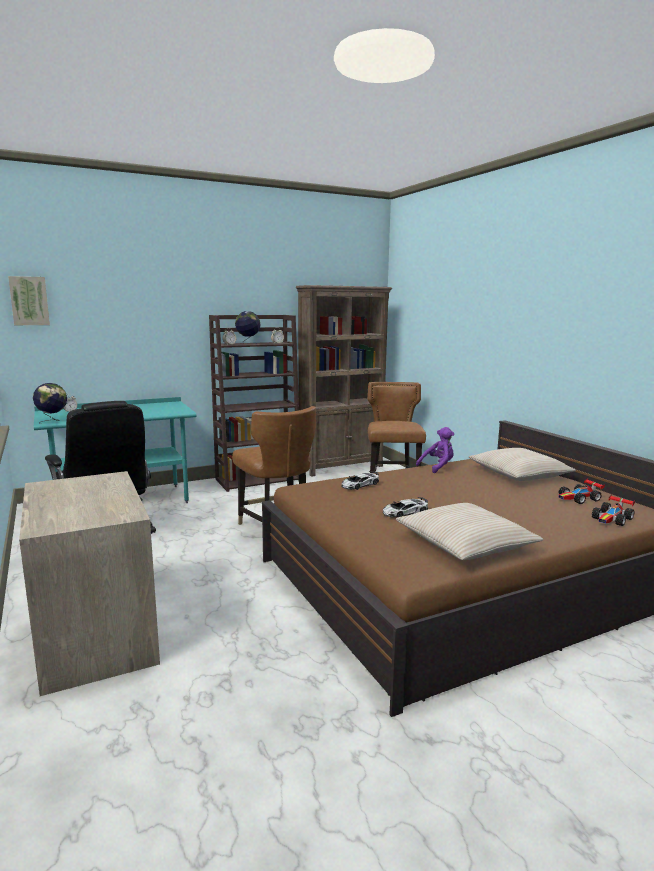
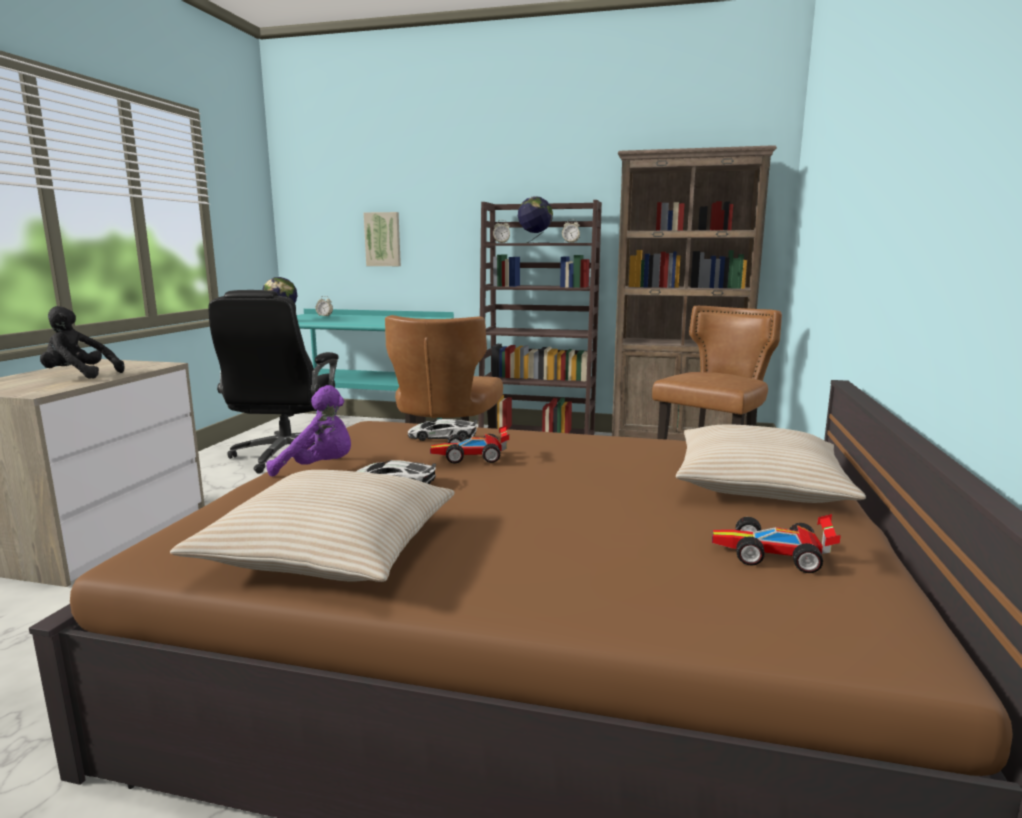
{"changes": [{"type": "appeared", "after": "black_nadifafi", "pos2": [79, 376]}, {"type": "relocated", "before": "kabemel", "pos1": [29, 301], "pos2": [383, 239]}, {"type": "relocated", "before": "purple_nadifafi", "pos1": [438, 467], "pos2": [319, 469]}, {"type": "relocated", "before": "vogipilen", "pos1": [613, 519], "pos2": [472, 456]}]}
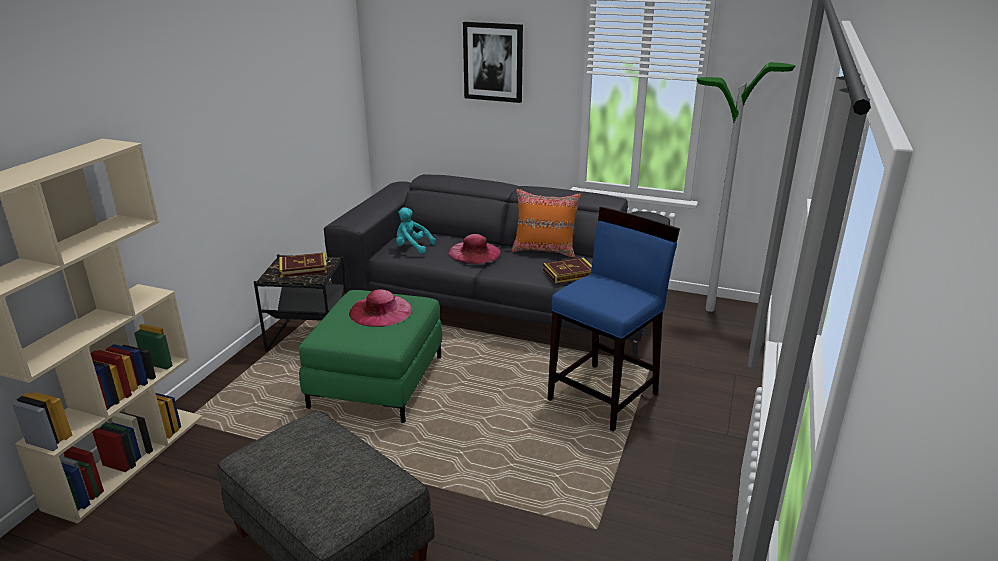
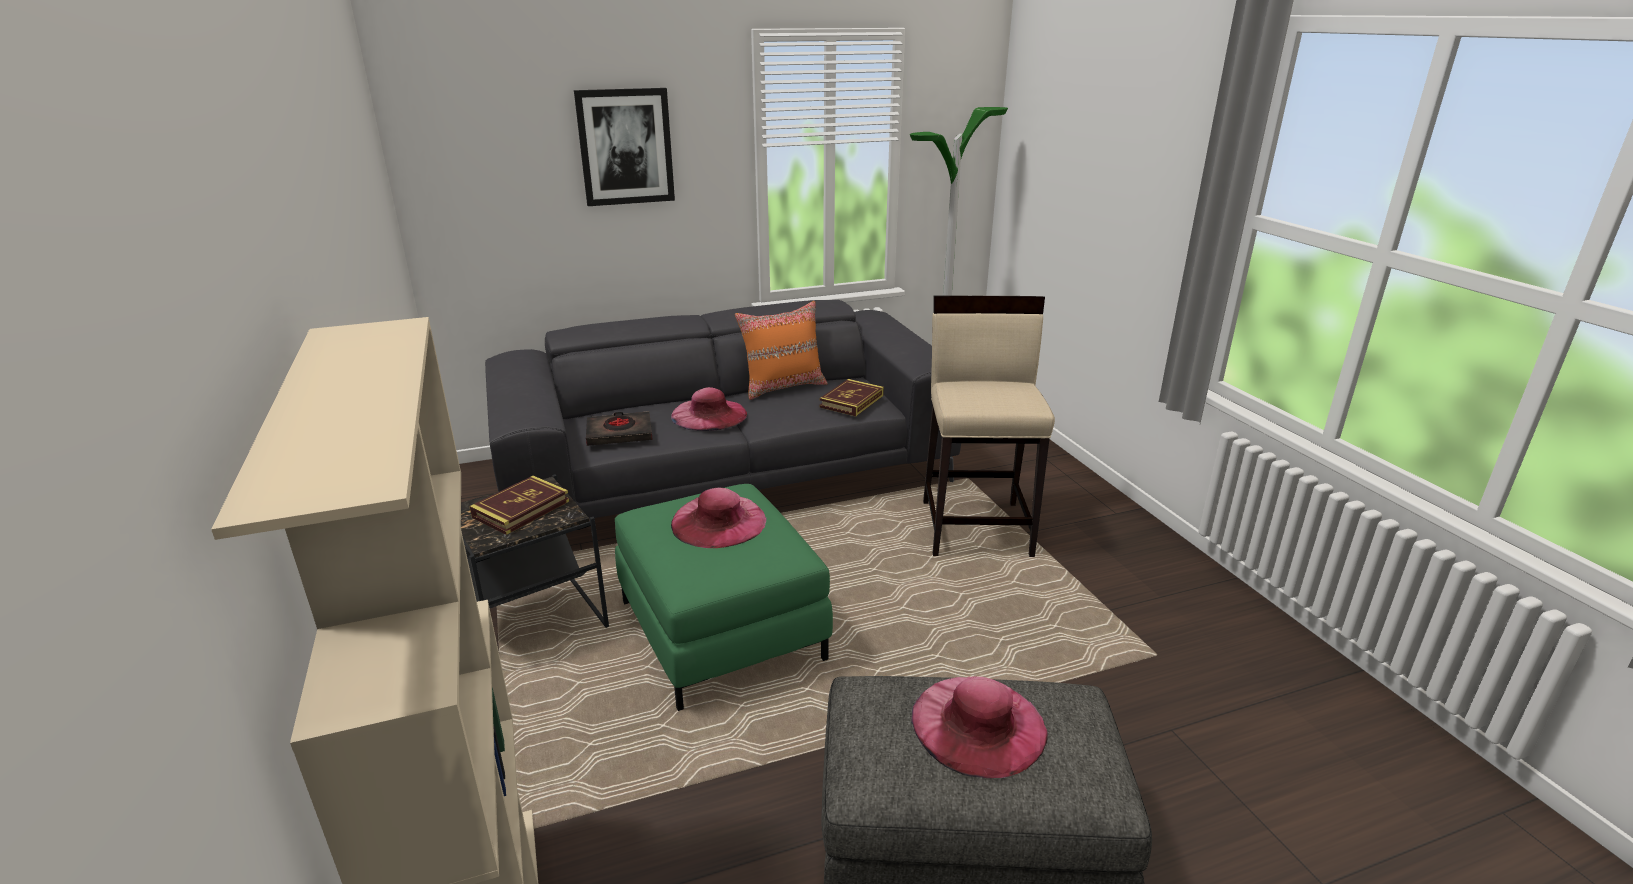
{"changes": [{"type": "appeared", "after": "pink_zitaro", "pos2": [978, 724]}, {"type": "exchanged", "before": "turquoise_nadifafi", "after": "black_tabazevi", "pos1": [412, 247], "pos2": [619, 433]}, {"type": "colour", "before": "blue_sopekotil", "after": "beige_sopekotil", "pos1": [604, 396], "pos2": [976, 528]}]}
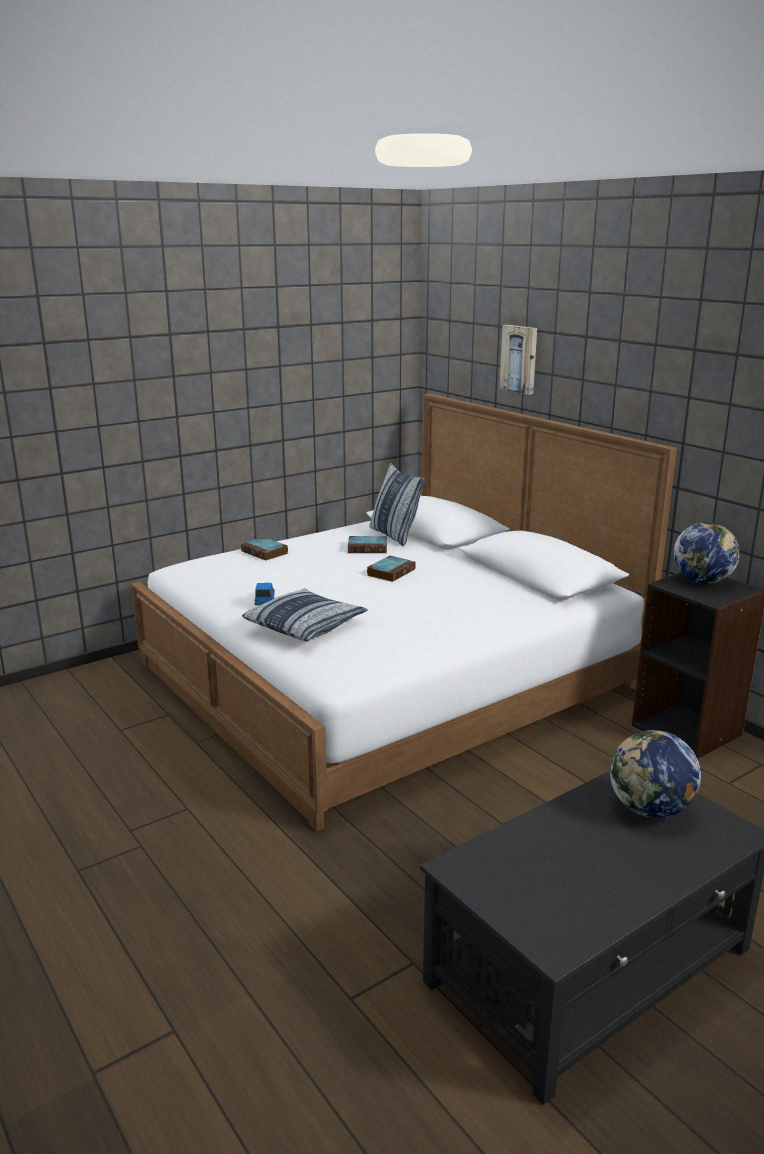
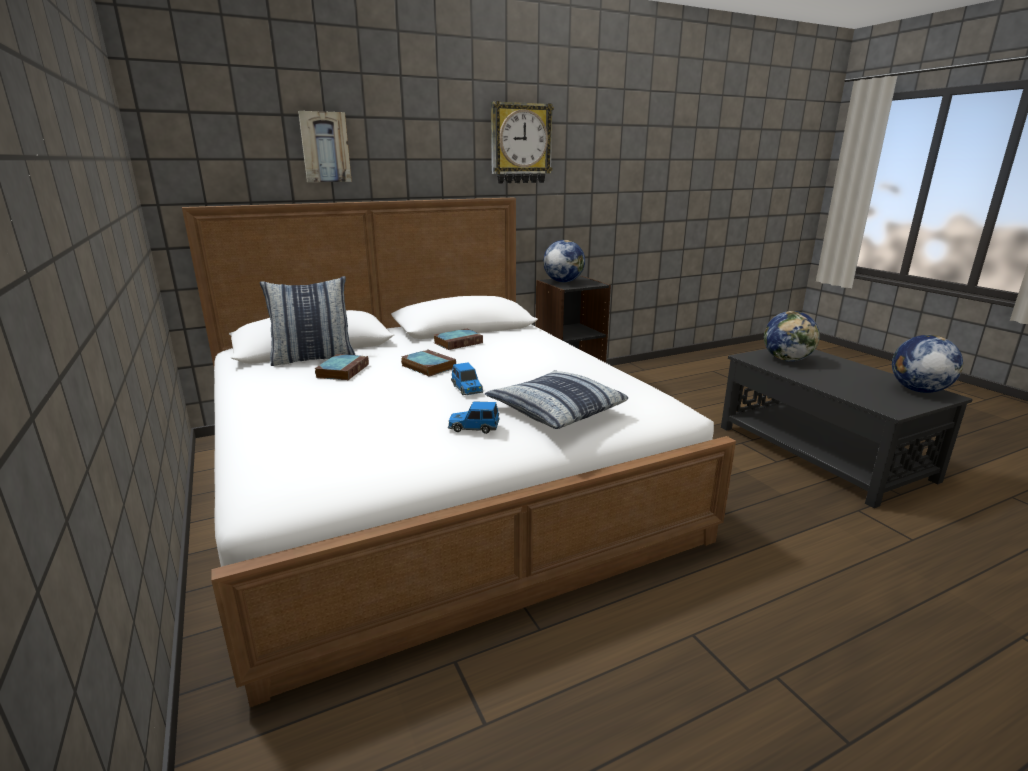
{"changes": [{"type": "appeared", "after": "vogipilen", "pos2": [467, 389]}, {"type": "appeared", "after": "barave", "pos2": [520, 143]}, {"type": "appeared", "after": "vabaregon", "pos2": [918, 390]}, {"type": "relocated", "before": "tabazevi", "pos1": [265, 552], "pos2": [458, 342]}]}
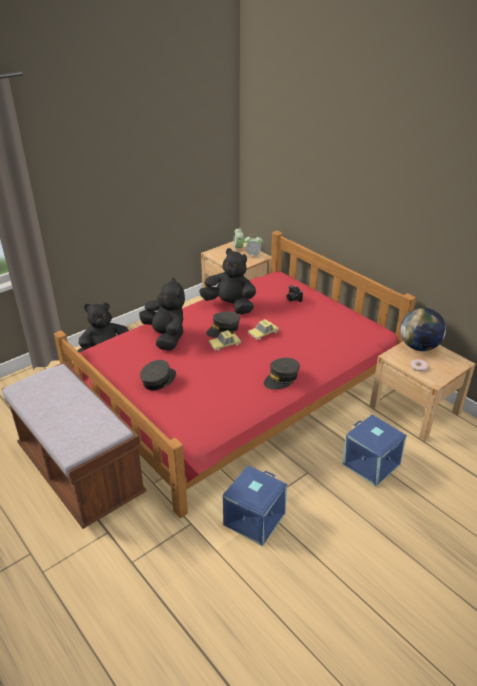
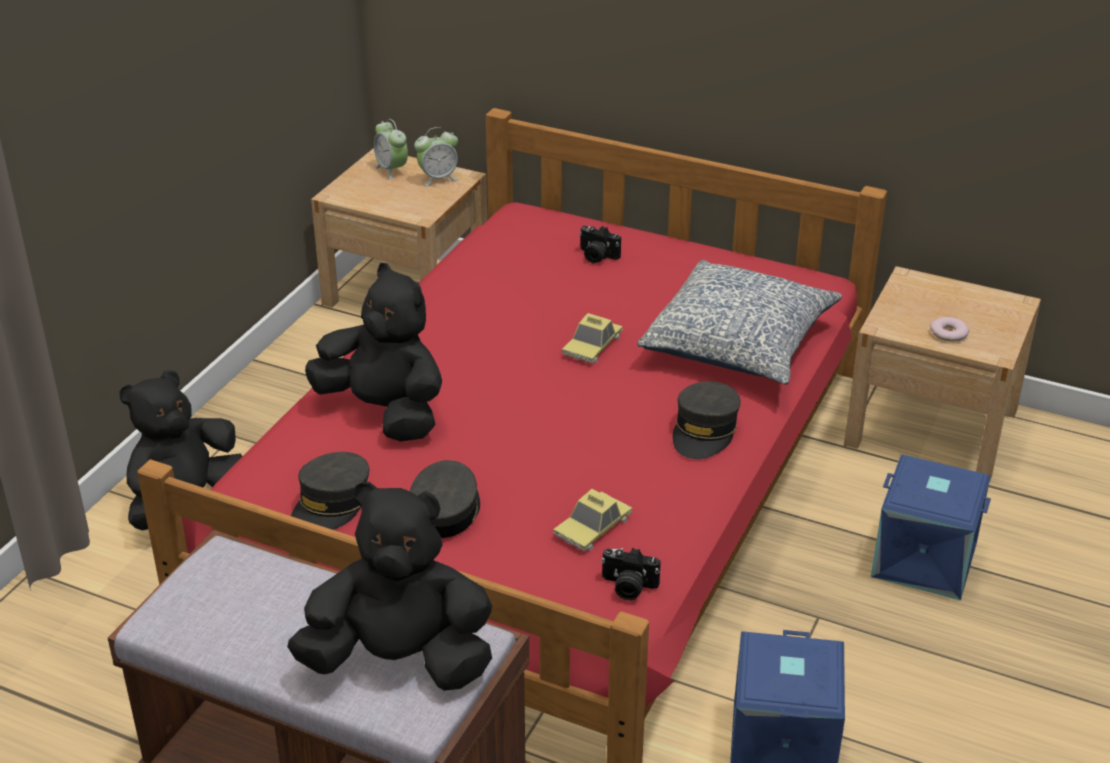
{"changes": [{"type": "missing", "before": "vabaregon", "pos1": [419, 347]}, {"type": "appeared", "after": "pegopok", "pos2": [628, 587]}, {"type": "appeared", "after": "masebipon", "pos2": [738, 343]}, {"type": "relocated", "before": "black_nadifafi", "pos1": [230, 305], "pos2": [400, 661]}, {"type": "relocated", "before": "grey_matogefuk", "pos1": [223, 329], "pos2": [331, 505]}, {"type": "relocated", "before": "vogipilen", "pos1": [225, 344], "pos2": [592, 527]}]}
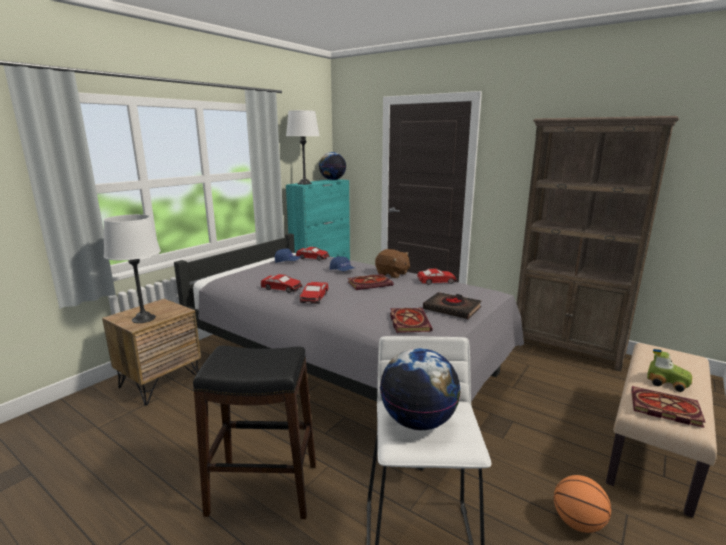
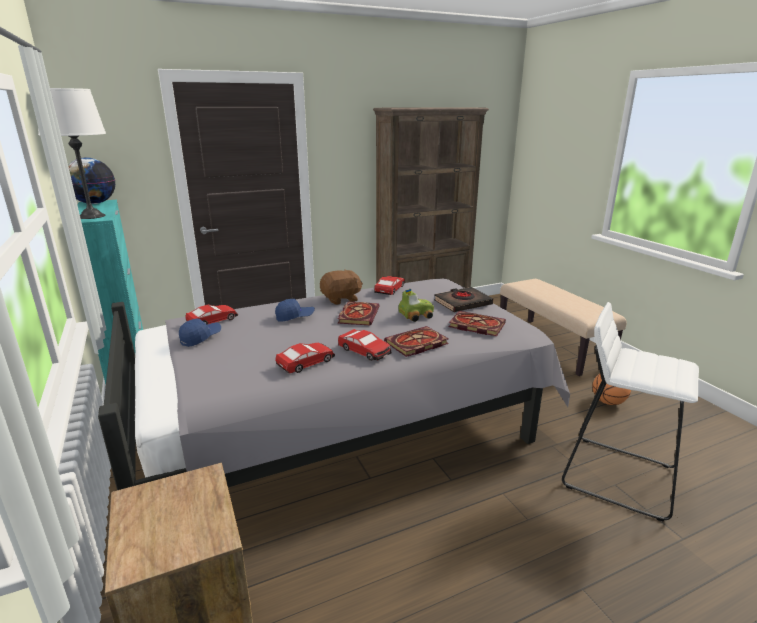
{"changes": [{"type": "missing", "before": "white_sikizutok", "pos1": [144, 319]}, {"type": "missing", "before": "black_sopekotil", "pos1": [263, 489]}, {"type": "missing", "before": "vabaregon", "pos1": [418, 421]}, {"type": "relocated", "before": "tabazevi", "pos1": [663, 408], "pos2": [416, 344]}, {"type": "relocated", "before": "vogipilen", "pos1": [666, 382], "pos2": [415, 316]}]}
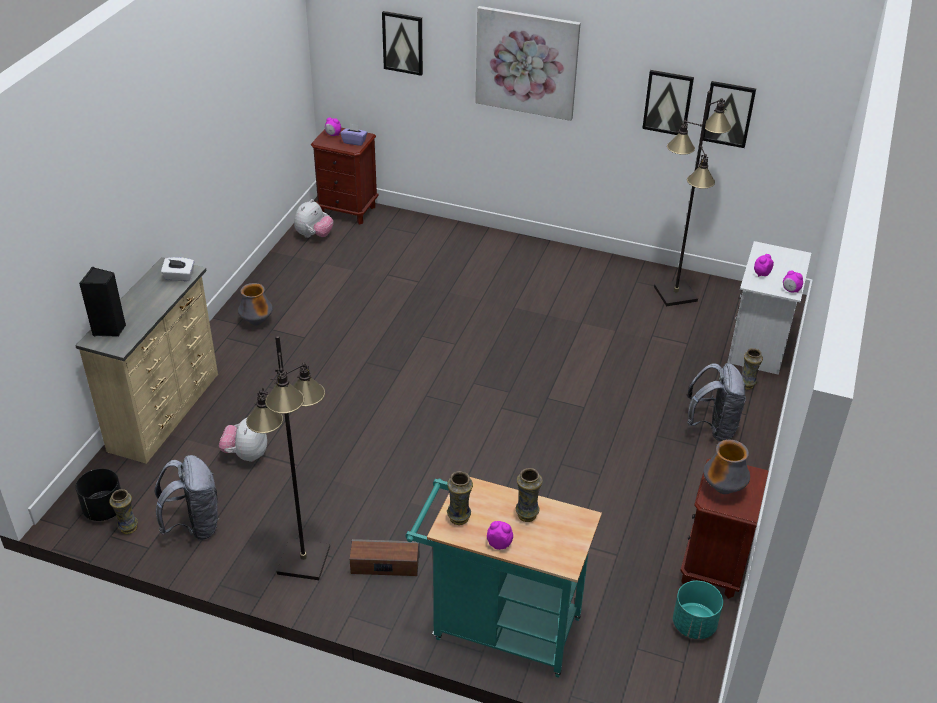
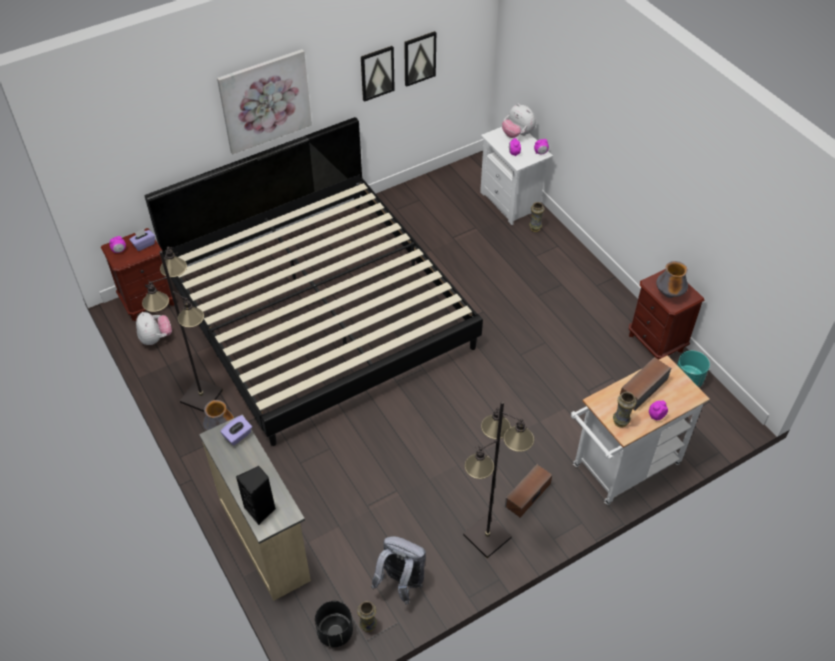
{"changes": [{"type": "missing", "before": "kabemel", "pos1": [403, 42]}, {"type": "missing", "before": "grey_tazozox", "pos1": [712, 427]}, {"type": "appeared", "after": "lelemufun", "pos2": [319, 312]}, {"type": "relocated", "before": "nadifafi", "pos1": [246, 454], "pos2": [517, 134]}, {"type": "relocated", "before": "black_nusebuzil", "pos1": [676, 294], "pos2": [202, 396]}, {"type": "exchanged", "before": "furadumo", "after": "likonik", "pos1": [527, 514], "pos2": [643, 389]}, {"type": "colour", "before": "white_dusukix", "after": "purple_dusukix", "pos1": [179, 277], "pos2": [238, 436]}, {"type": "colour", "before": "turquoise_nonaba", "after": "white_nonaba", "pos1": [498, 626], "pos2": [621, 468]}]}
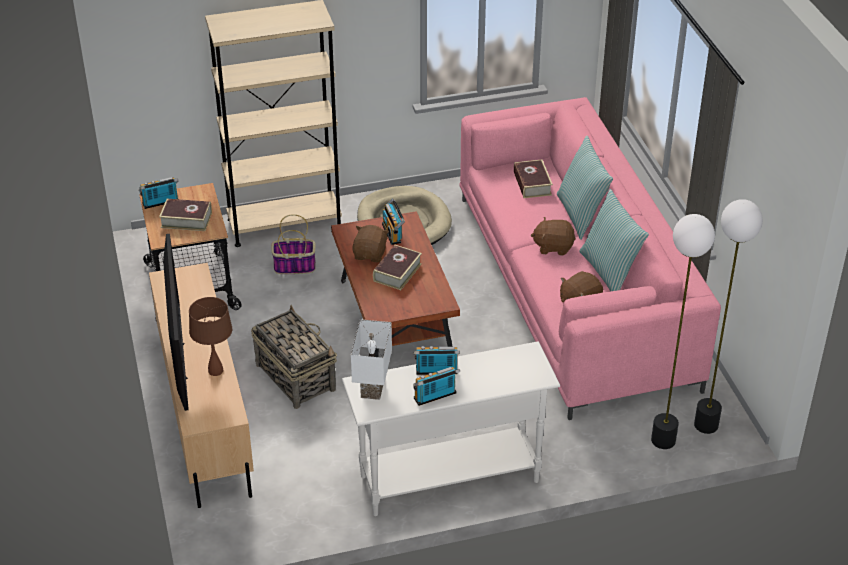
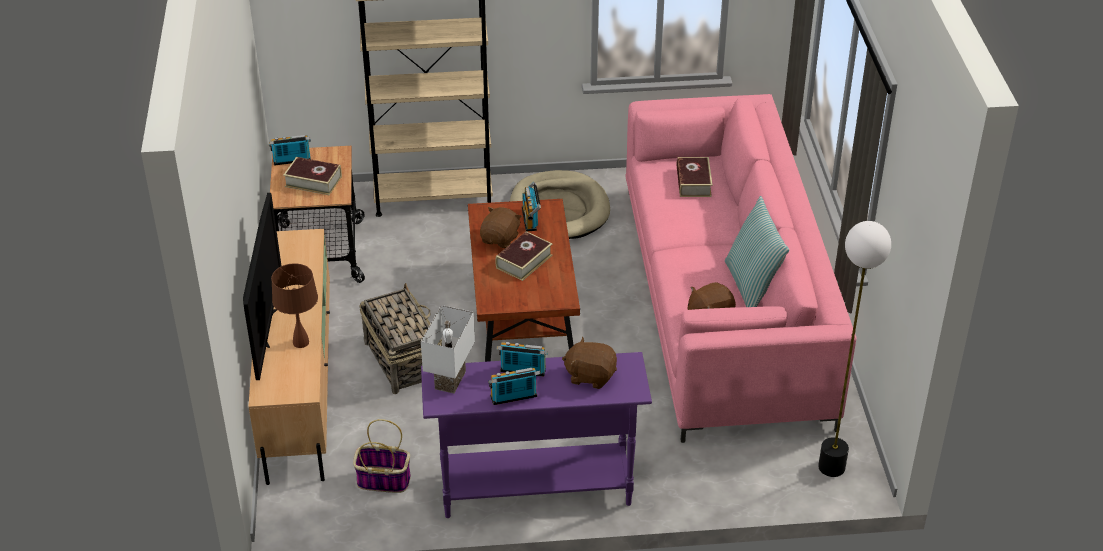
{"changes": [{"type": "missing", "before": "masebipon", "pos1": [581, 215]}, {"type": "missing", "before": "nusebuzil", "pos1": [663, 440]}, {"type": "relocated", "before": "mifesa", "pos1": [294, 266], "pos2": [382, 480]}, {"type": "relocated", "before": "brown_nadifafi", "pos1": [553, 247], "pos2": [590, 375]}, {"type": "colour", "before": "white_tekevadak", "after": "purple_tekevadak", "pos1": [448, 478], "pos2": [535, 488]}]}
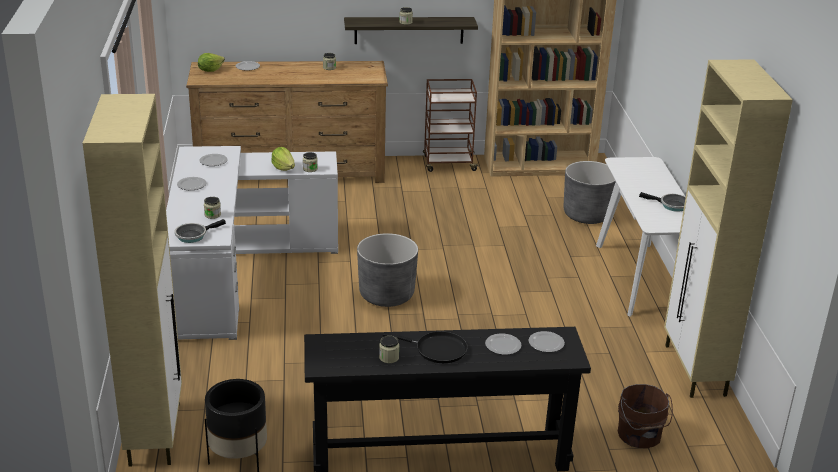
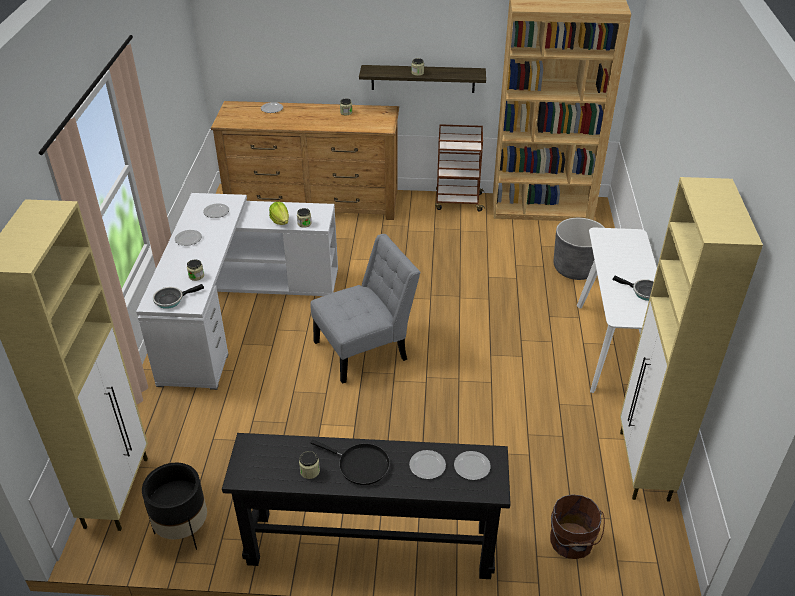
{"changes": [{"type": "missing", "before": "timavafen", "pos1": [210, 70]}, {"type": "exchanged", "before": "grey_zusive", "after": "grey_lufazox", "pos1": [386, 295], "pos2": [365, 349]}]}
